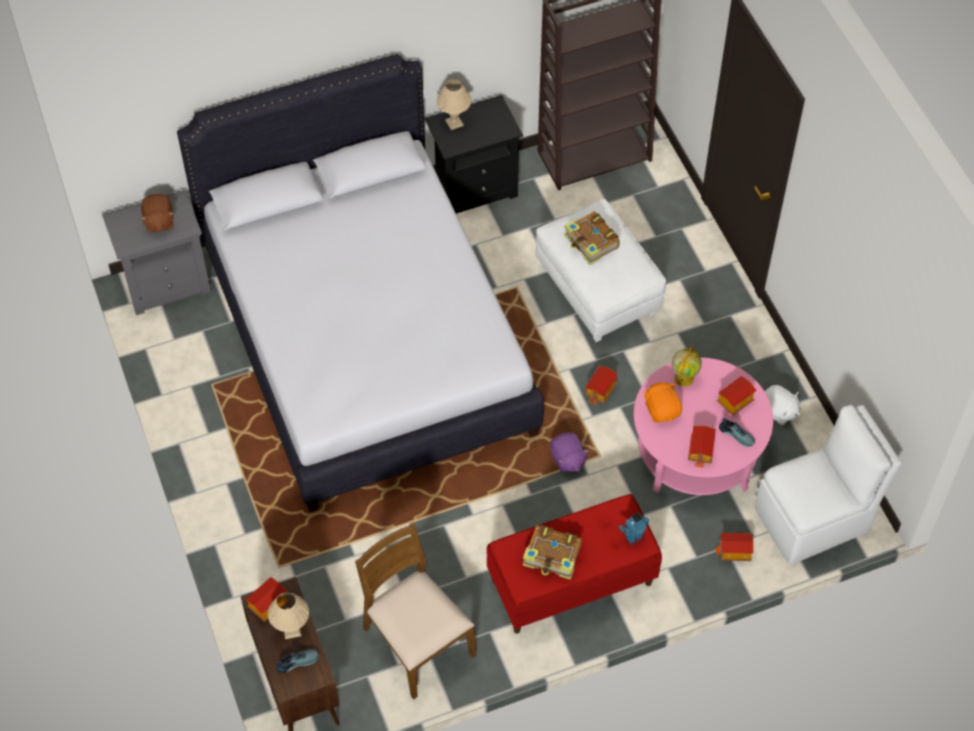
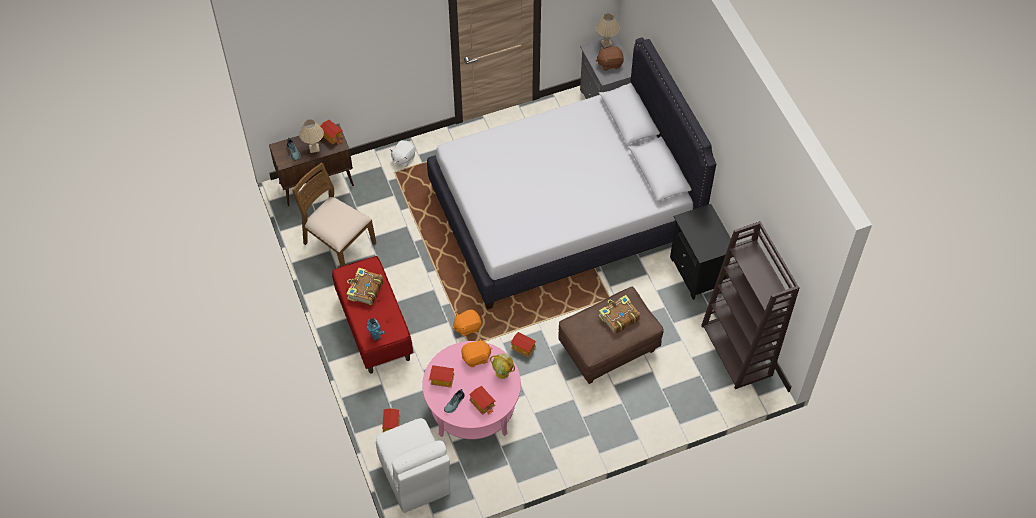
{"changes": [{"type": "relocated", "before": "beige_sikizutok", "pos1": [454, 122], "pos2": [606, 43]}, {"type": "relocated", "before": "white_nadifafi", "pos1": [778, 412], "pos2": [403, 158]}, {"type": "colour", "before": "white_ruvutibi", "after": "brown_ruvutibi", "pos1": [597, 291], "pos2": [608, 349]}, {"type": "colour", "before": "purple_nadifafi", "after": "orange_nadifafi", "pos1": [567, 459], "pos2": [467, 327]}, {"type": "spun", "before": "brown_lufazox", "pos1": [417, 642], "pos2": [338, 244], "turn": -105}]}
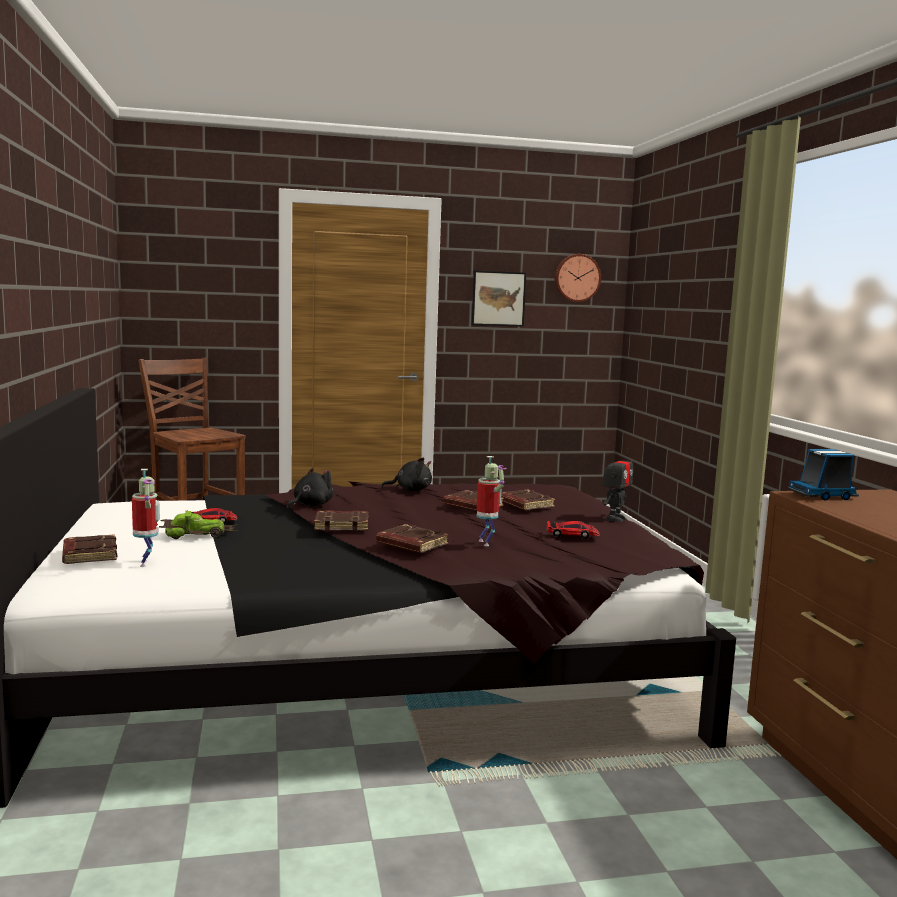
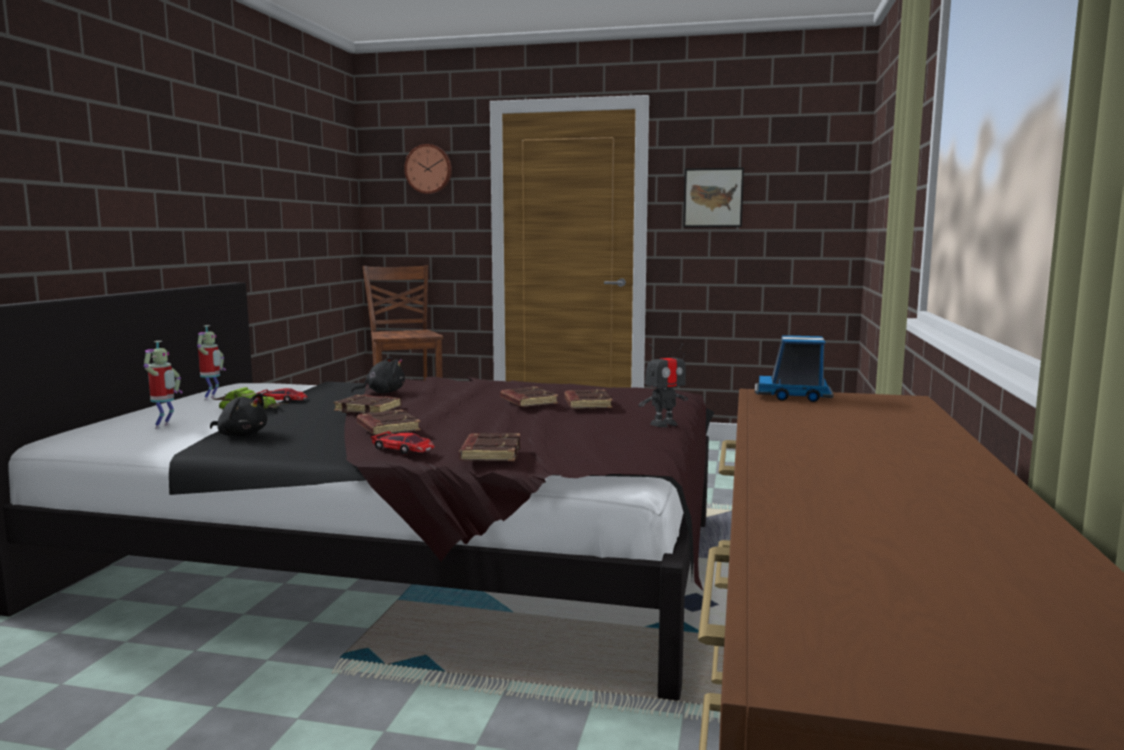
{"changes": [{"type": "relocated", "before": "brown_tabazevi", "pos1": [88, 555], "pos2": [490, 453]}, {"type": "relocated", "before": "black_nadifafi", "pos1": [410, 490], "pos2": [241, 435]}, {"type": "relocated", "before": "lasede", "pos1": [487, 543], "pos2": [212, 398]}, {"type": "relocated", "before": "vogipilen", "pos1": [572, 535], "pos2": [403, 449]}, {"type": "relocated", "before": "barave", "pos1": [576, 278], "pos2": [429, 169]}]}
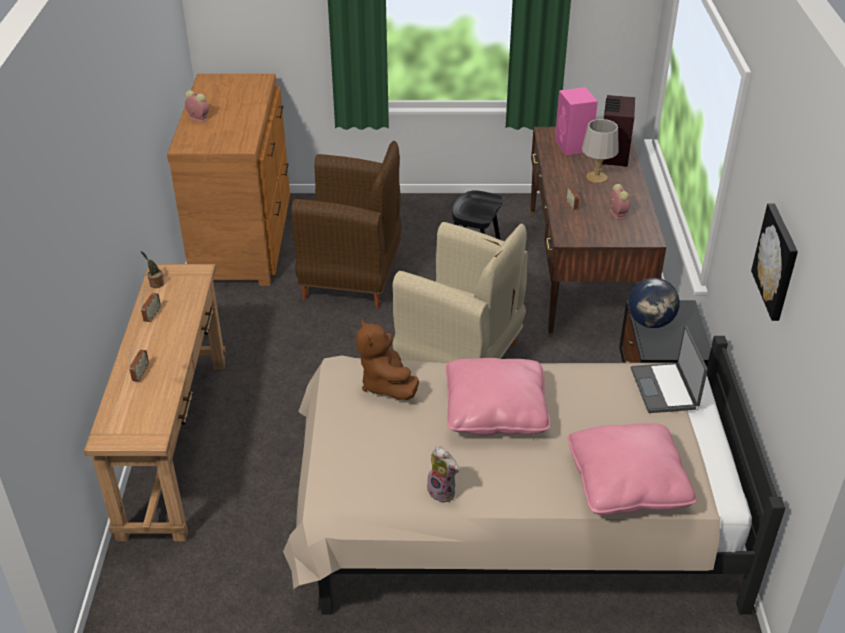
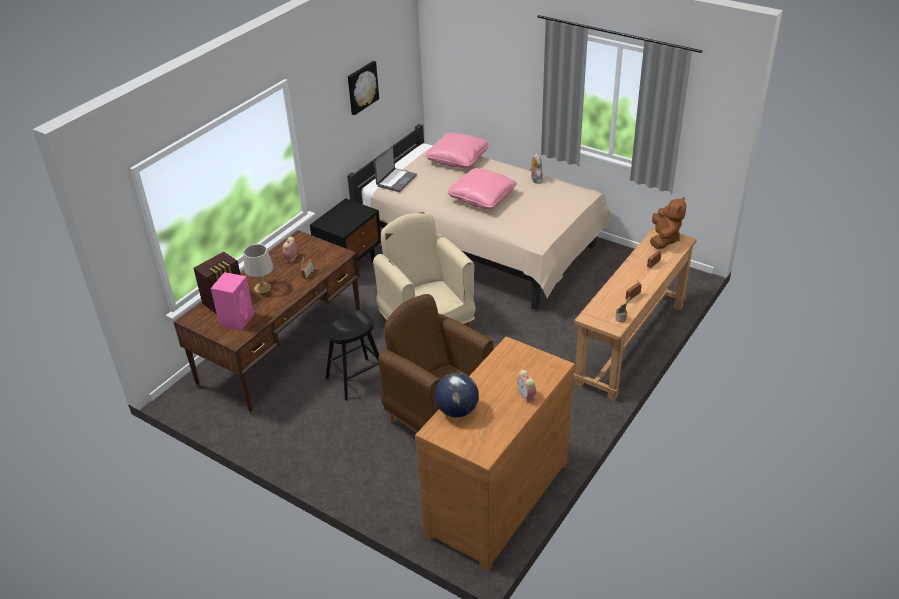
{"changes": [{"type": "relocated", "before": "brown_nadifafi", "pos1": [386, 384], "pos2": [664, 239]}, {"type": "relocated", "before": "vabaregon", "pos1": [650, 322], "pos2": [457, 410]}]}
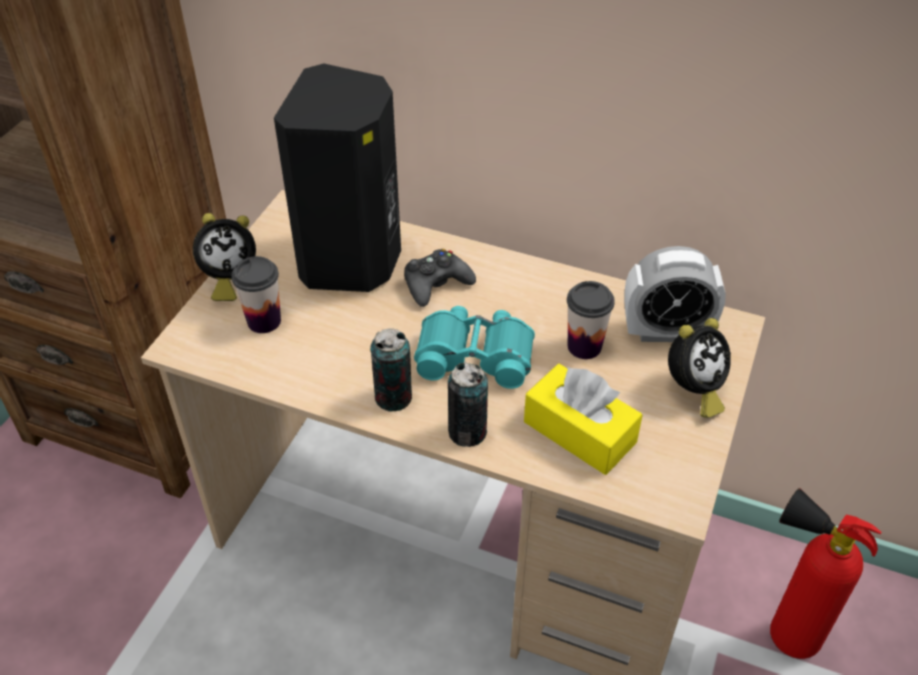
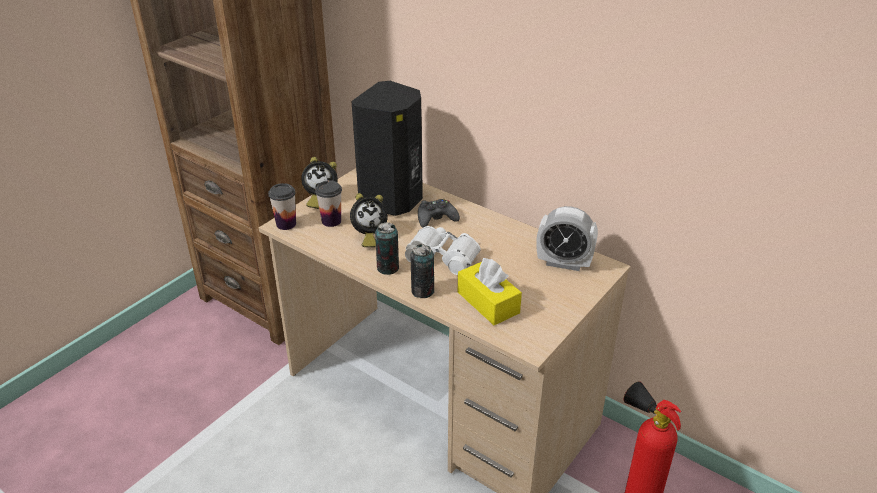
{"changes": [{"type": "relocated", "before": "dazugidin", "pos1": [584, 346], "pos2": [286, 224]}, {"type": "relocated", "before": "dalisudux", "pos1": [693, 391], "pos2": [368, 236]}, {"type": "colour", "before": "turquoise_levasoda", "after": "white_levasoda", "pos1": [475, 355], "pos2": [443, 256]}]}
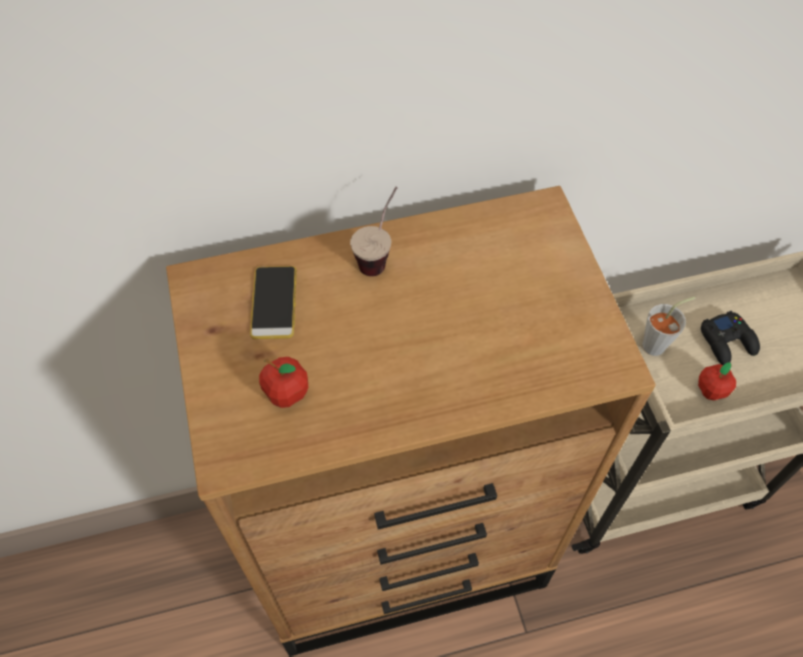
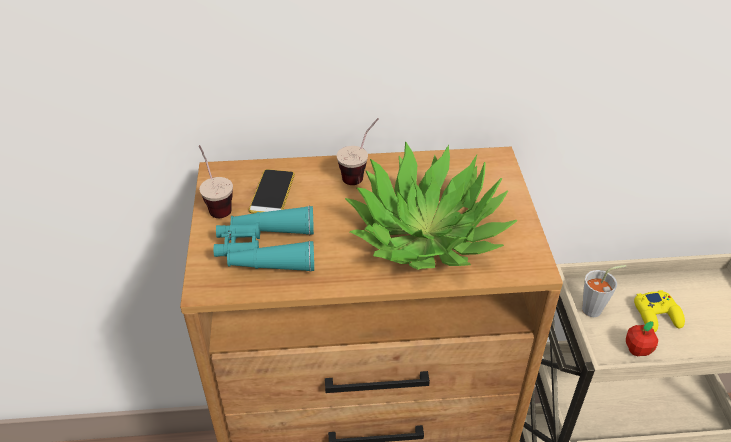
{"changes": [{"type": "appeared", "after": "dazugidin", "pos2": [216, 203]}, {"type": "appeared", "after": "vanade", "pos2": [427, 234]}, {"type": "exchanged", "before": "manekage", "after": "turquoise_levasoda", "pos1": [287, 394], "pos2": [266, 250]}, {"type": "colour", "before": "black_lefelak", "after": "yellow_lefelak", "pos1": [727, 342], "pos2": [657, 315]}]}
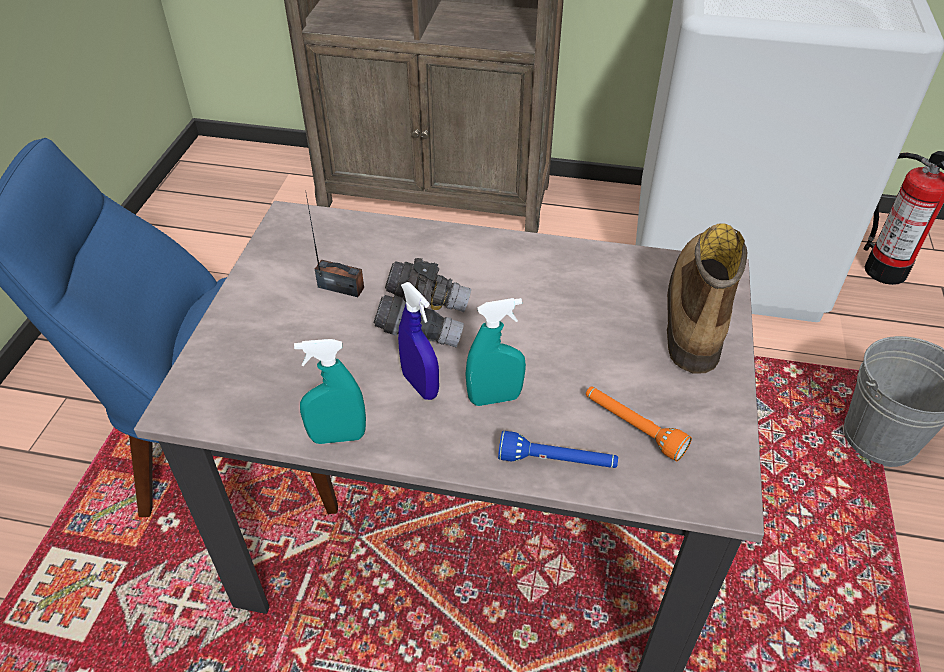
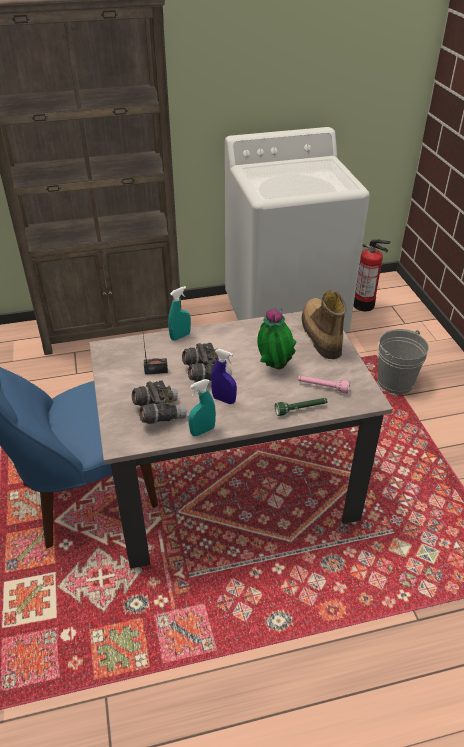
{"changes": [{"type": "appeared", "after": "grey_levasoda", "pos2": [159, 413]}, {"type": "appeared", "after": "vanade", "pos2": [273, 367]}, {"type": "relocated", "before": "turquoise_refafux", "pos1": [494, 398], "pos2": [180, 336]}, {"type": "colour", "before": "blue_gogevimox", "after": "green_gogevimox", "pos1": [557, 462], "pos2": [301, 409]}, {"type": "colour", "before": "orange_gogevimox", "after": "pink_gogevimox", "pos1": [632, 428], "pos2": [322, 387]}]}
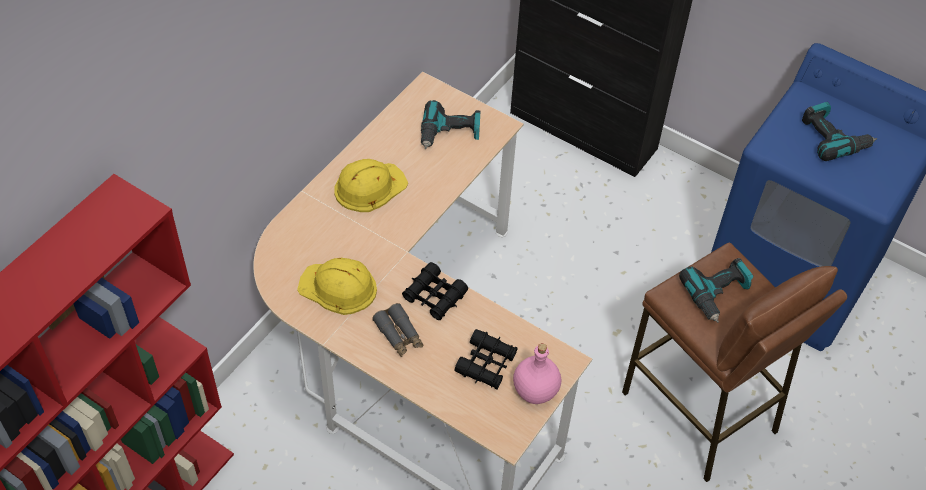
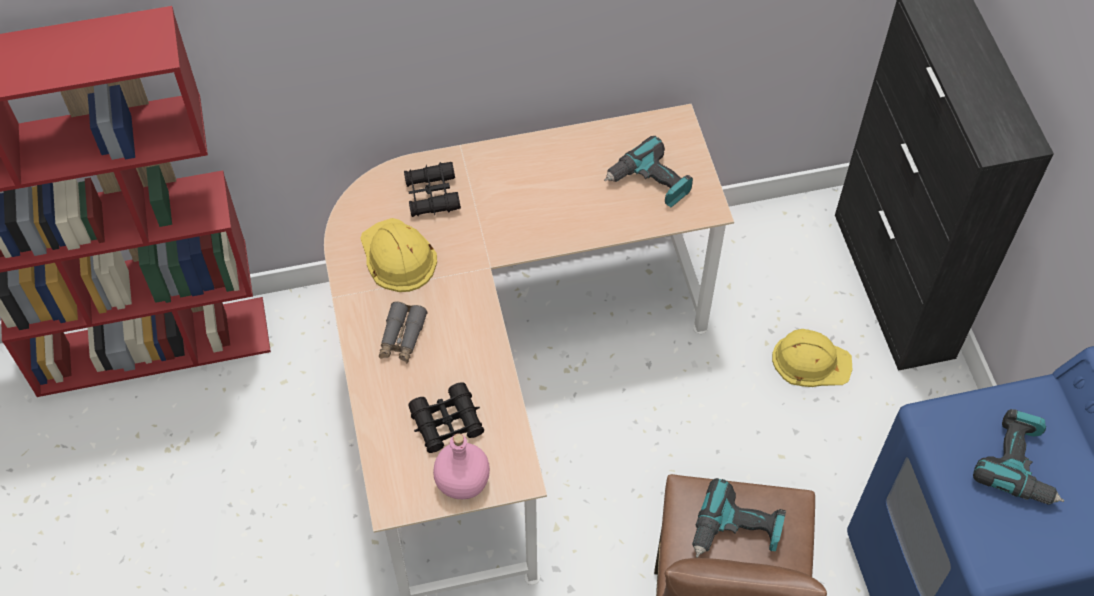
{"changes": [{"type": "relocated", "before": "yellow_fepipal", "pos1": [369, 187], "pos2": [811, 361]}, {"type": "relocated", "before": "black_levasoda", "pos1": [434, 296], "pos2": [432, 195]}]}
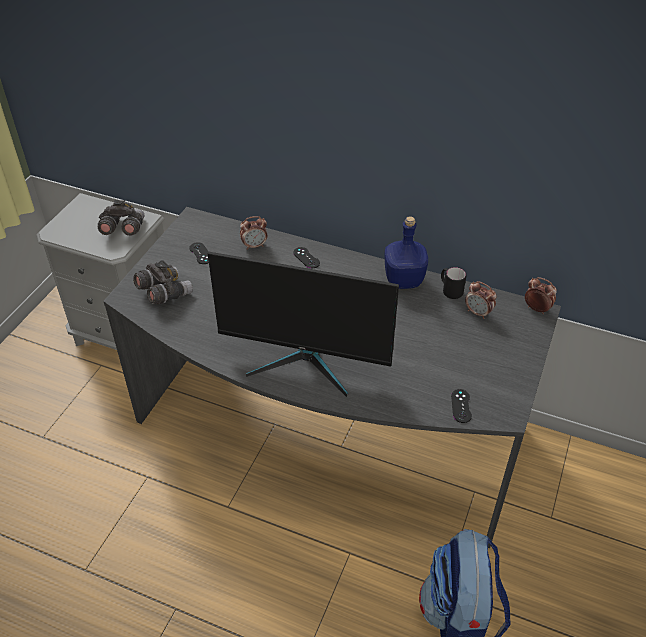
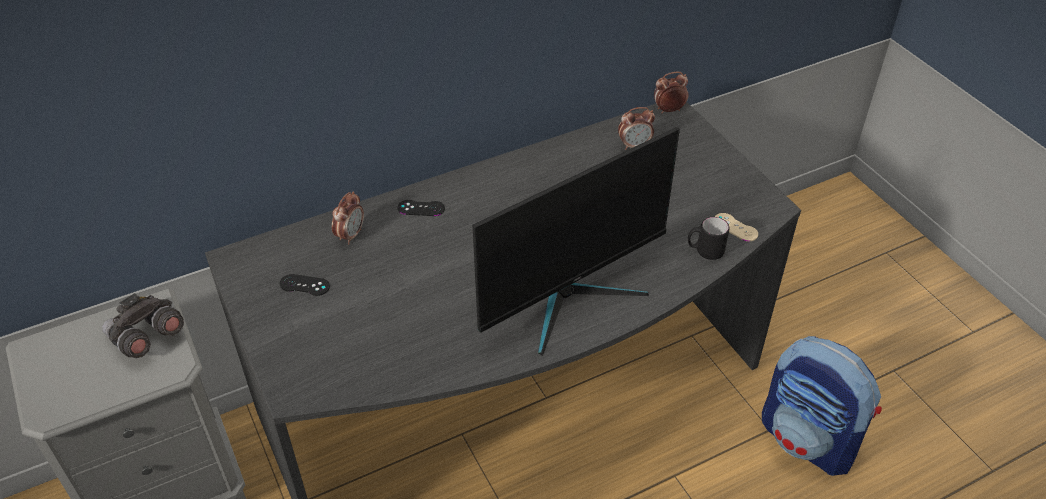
{"changes": [{"type": "missing", "before": "grey_levasoda", "pos1": [164, 293]}, {"type": "missing", "before": "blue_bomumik", "pos1": [404, 281]}, {"type": "relocated", "before": "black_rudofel", "pos1": [450, 291], "pos2": [705, 251]}, {"type": "colour", "before": "black_lefelak", "after": "beige_lefelak", "pos1": [461, 406], "pos2": [735, 227]}]}
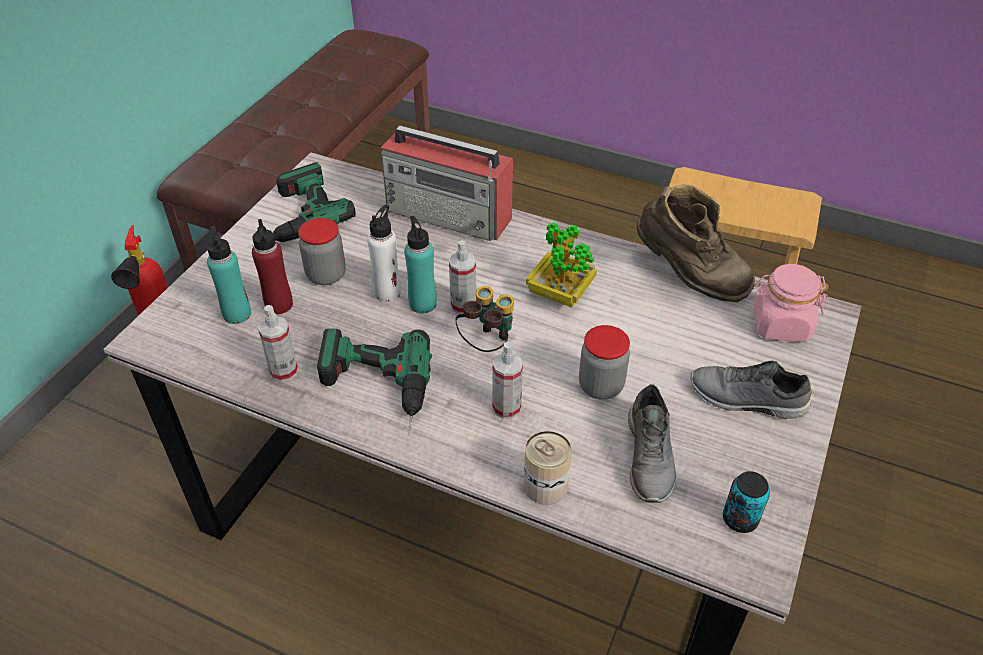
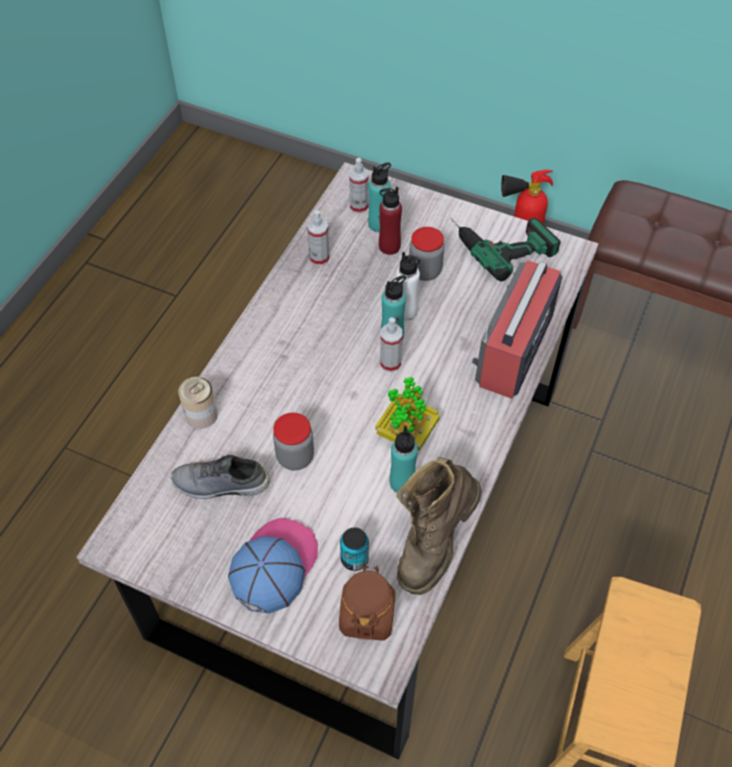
{"changes": [{"type": "missing", "before": "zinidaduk", "pos1": [374, 391]}, {"type": "missing", "before": "levasoda", "pos1": [486, 344]}, {"type": "appeared", "after": "turquoise_bomumik", "pos2": [402, 483]}, {"type": "relocated", "before": "refafux", "pos1": [506, 408], "pos2": [359, 206]}, {"type": "relocated", "before": "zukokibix", "pos1": [740, 519], "pos2": [354, 559]}, {"type": "exchanged", "before": "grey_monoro", "after": "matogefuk", "pos1": [746, 400], "pos2": [274, 566]}, {"type": "colour", "before": "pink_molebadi", "after": "brown_molebadi", "pos1": [780, 325], "pos2": [367, 615]}]}
